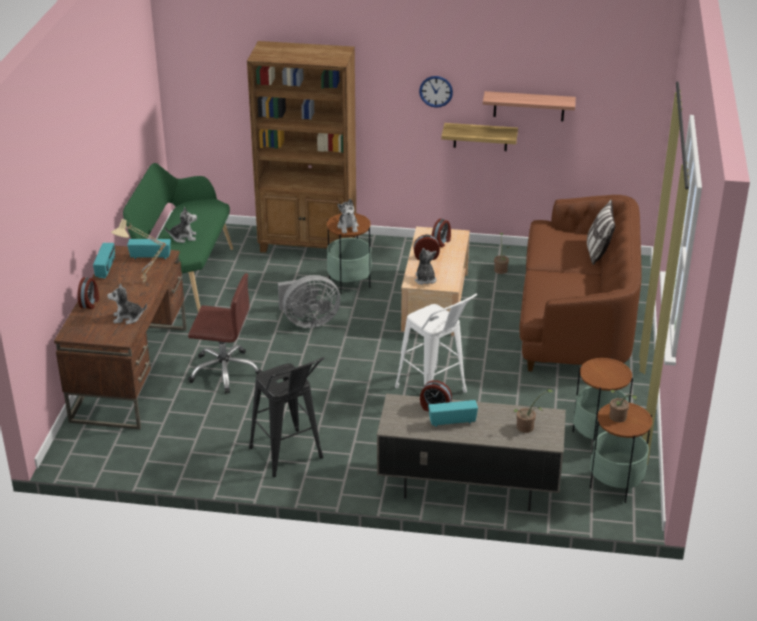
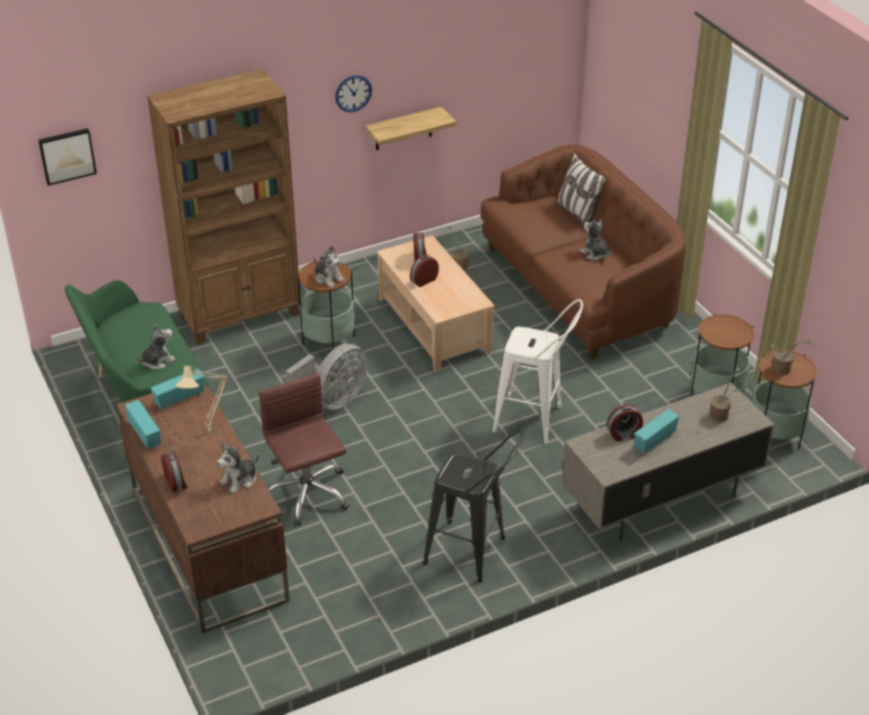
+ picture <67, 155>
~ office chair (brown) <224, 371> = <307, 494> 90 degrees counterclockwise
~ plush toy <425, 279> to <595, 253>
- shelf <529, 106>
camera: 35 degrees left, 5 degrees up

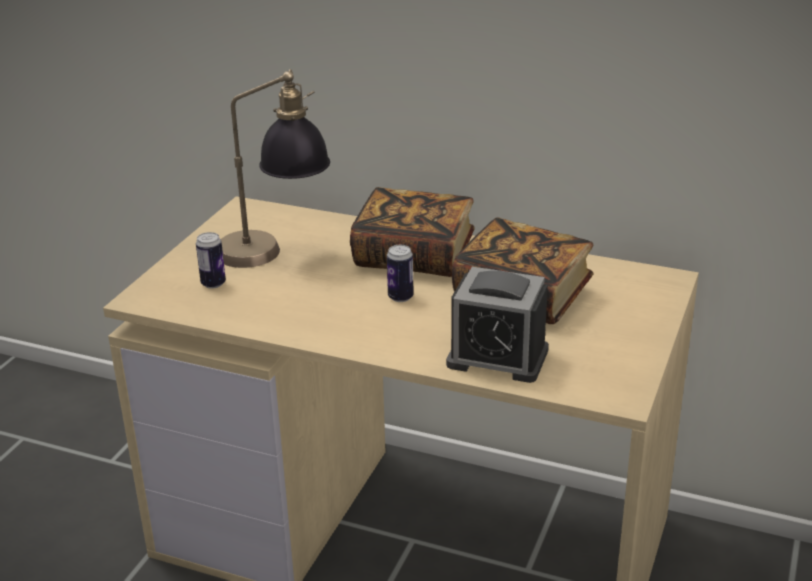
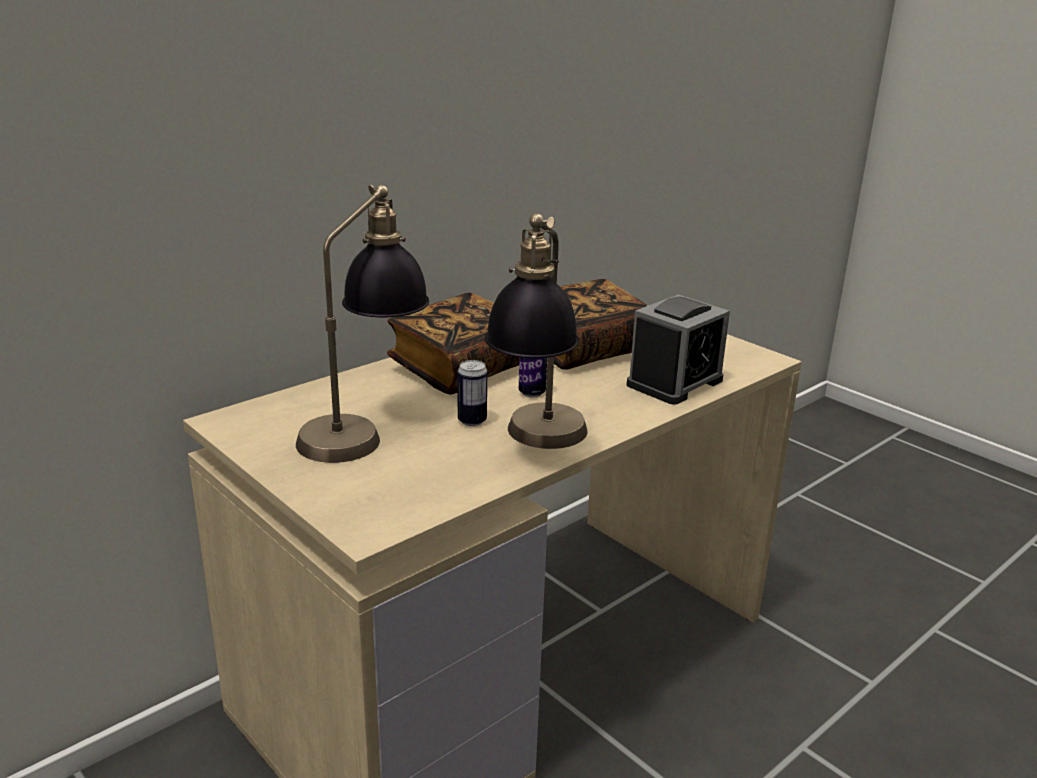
~ can <213, 284> to <472, 421>
+ table lamp <537, 445>
camera: 65 degrees left, 5 degrees down

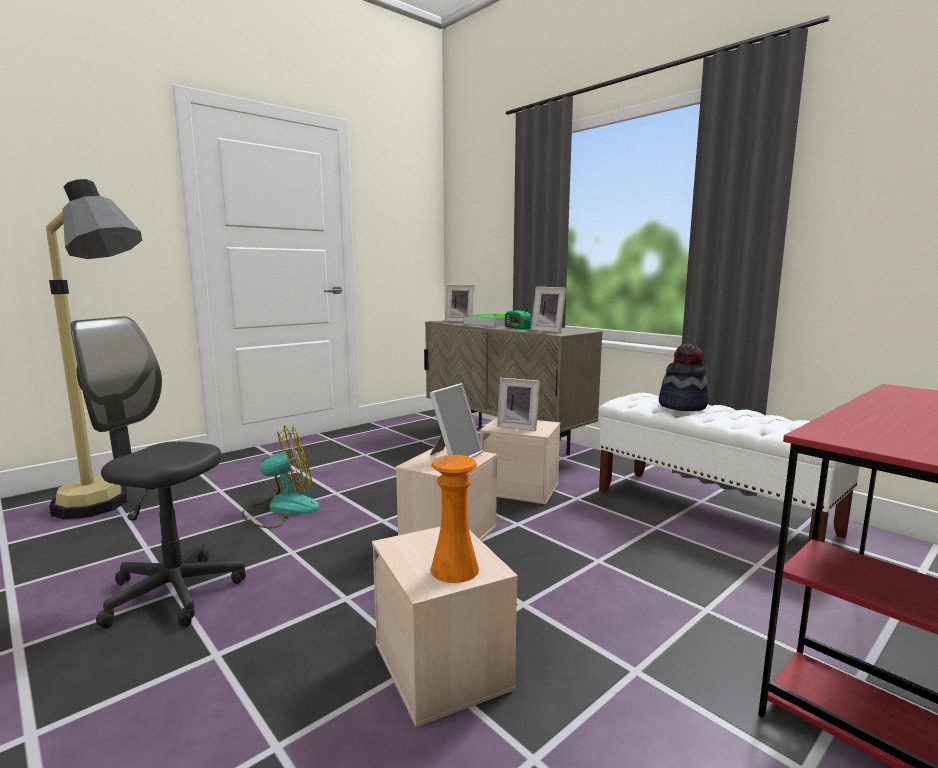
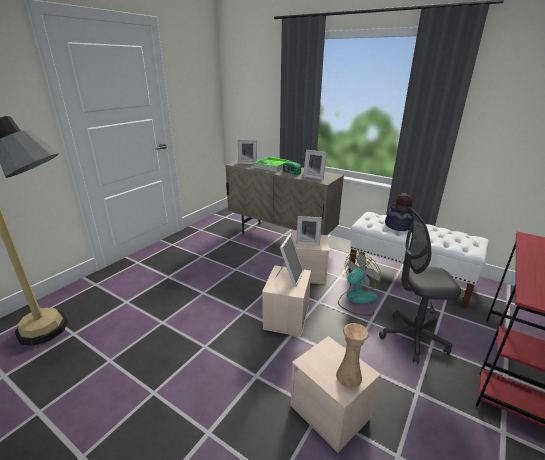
~ vase (orange) <454, 569> to vase (beige) <348, 376>
~ fan <281, 509> to <356, 299>
~ office chair (grey) <173, 593> to <413, 338>
camera: 15 degrees left, 15 degrees up

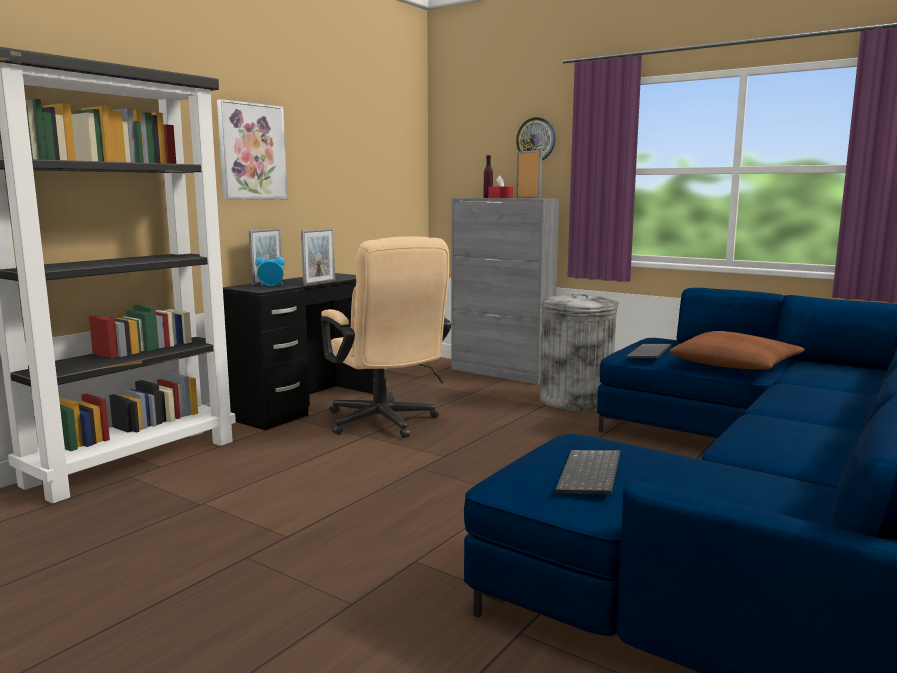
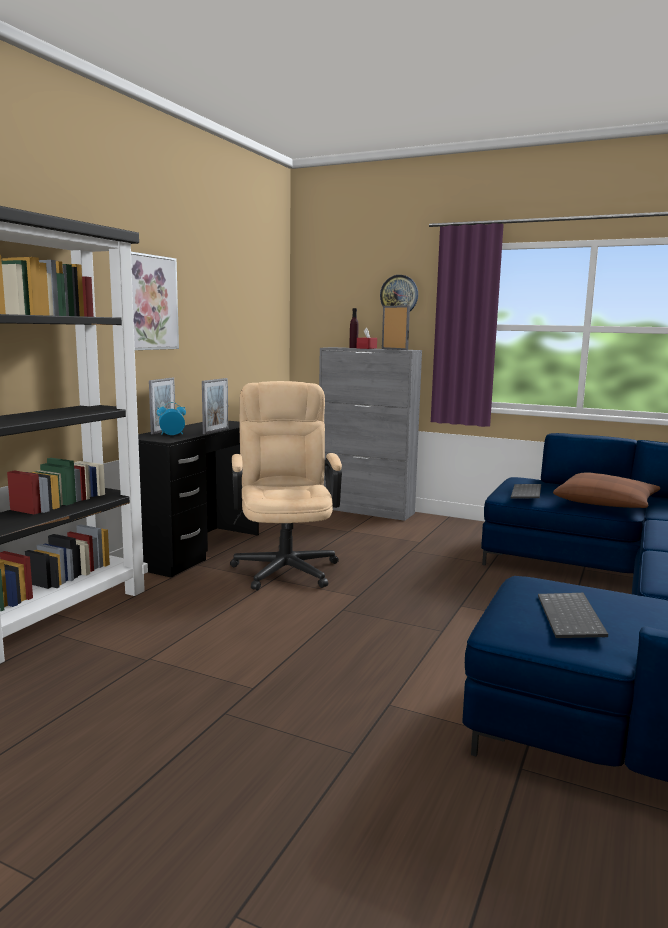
~ office chair (beige) <385, 424> = <285, 566> 150 degrees counterclockwise
- trash can (grey) <576, 400>
camera: 10 degrees left, 0 degrees up

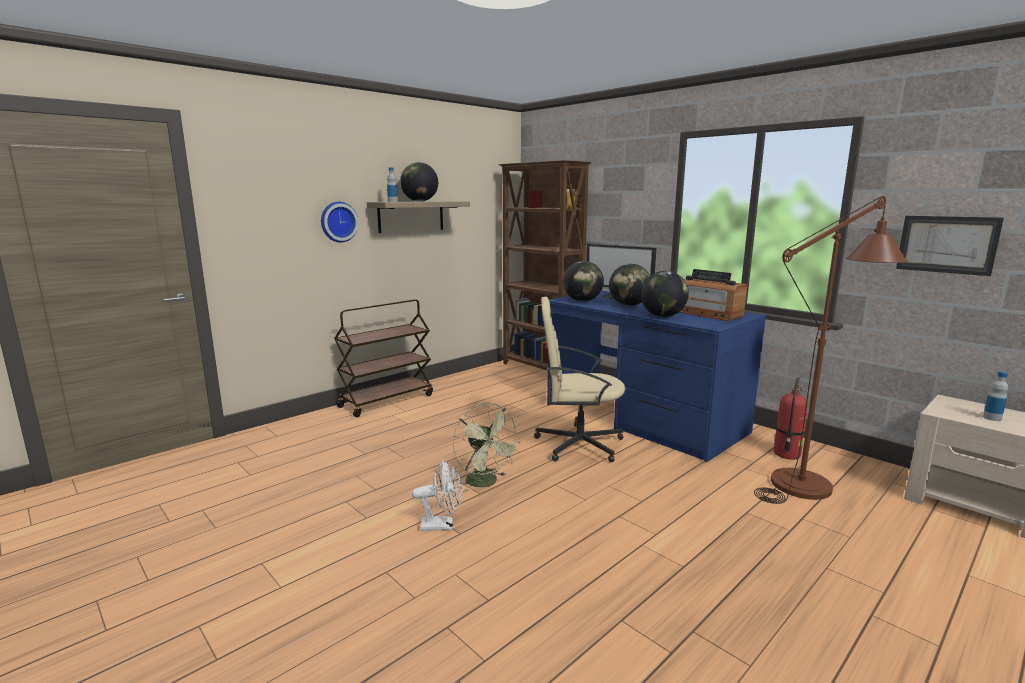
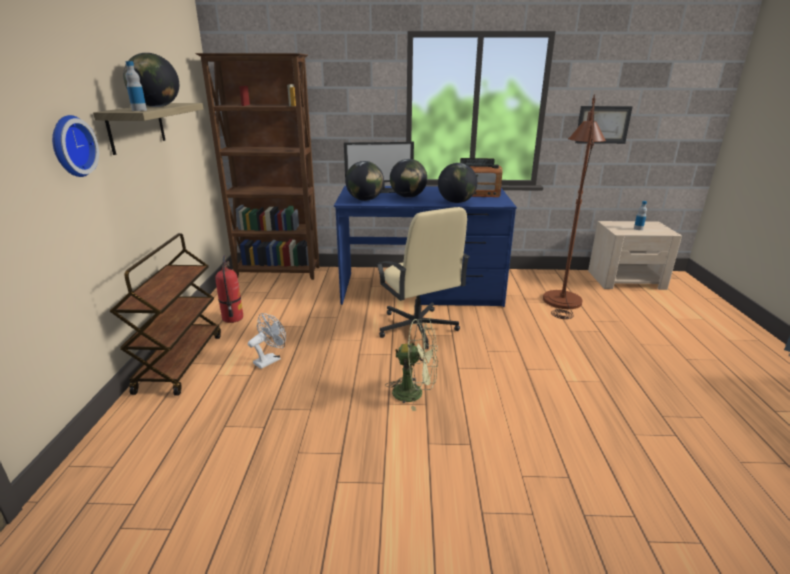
~ fire extinguisher <786, 454> to <232, 318>
~ fan (white) <442, 525> to <270, 360>
~ office chair (beige) <577, 444> = <417, 328> 75 degrees counterclockwise
camera: 45 degrees left, 10 degrees up

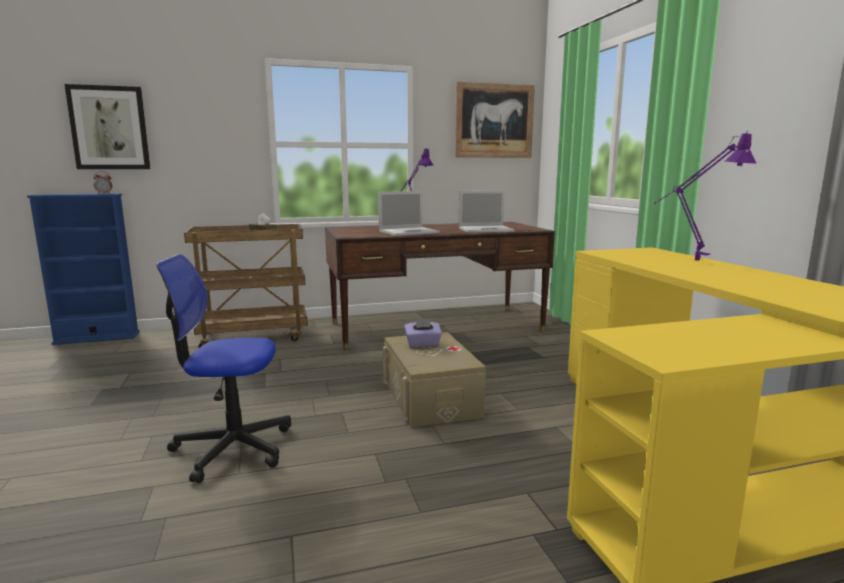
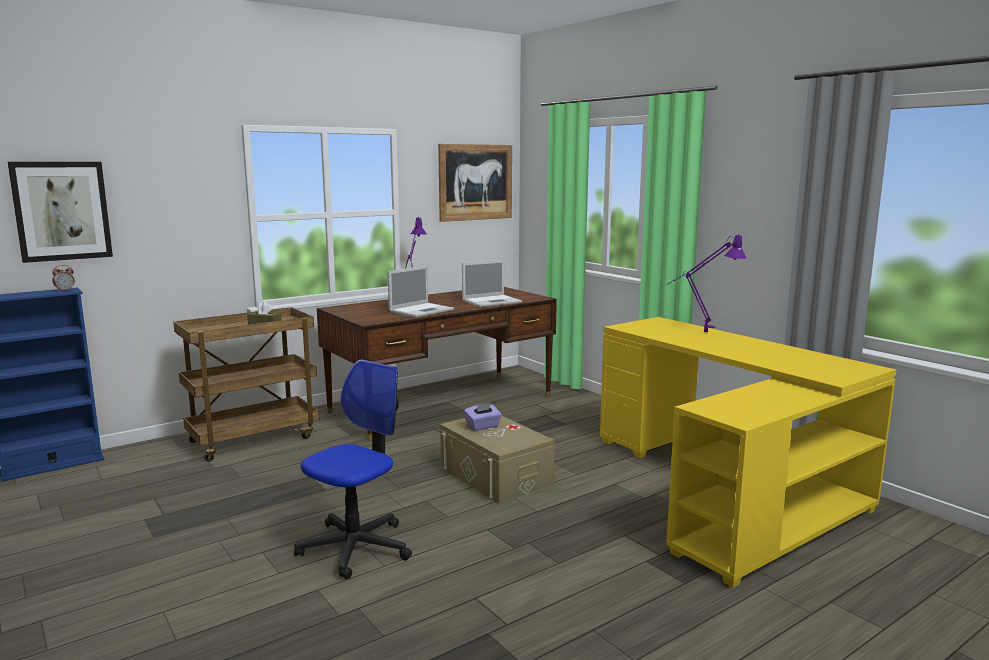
~ office chair <232, 448> = <356, 547> 150 degrees clockwise
camera: 20 degrees left, 0 degrees up

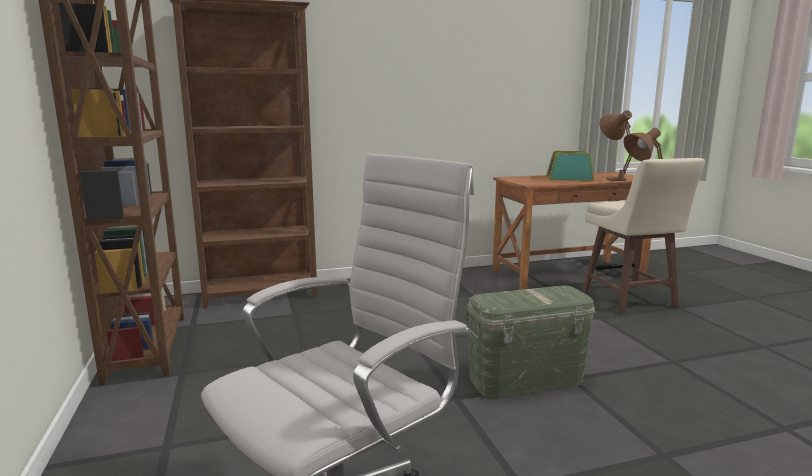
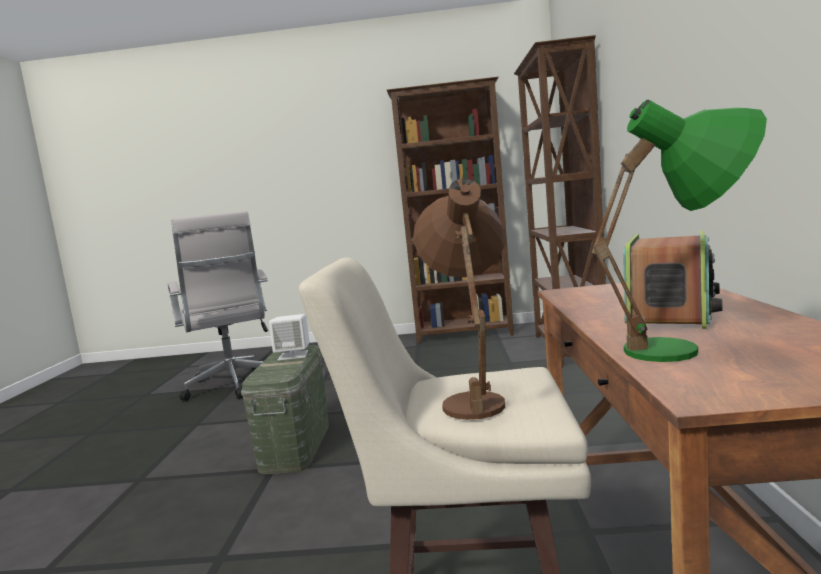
+ speaker (white) <293, 355>
~ table lamp (brown) <612, 178> to table lamp (green) <688, 350>
camera: 110 degrees right, 5 degrees down

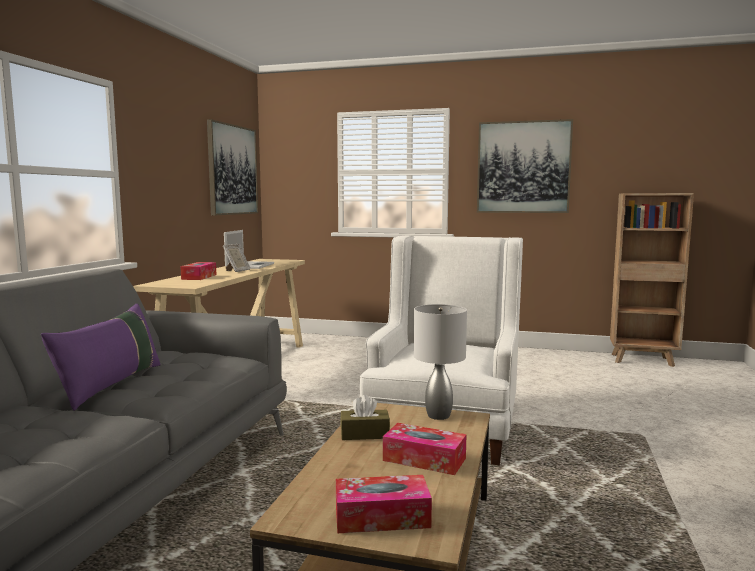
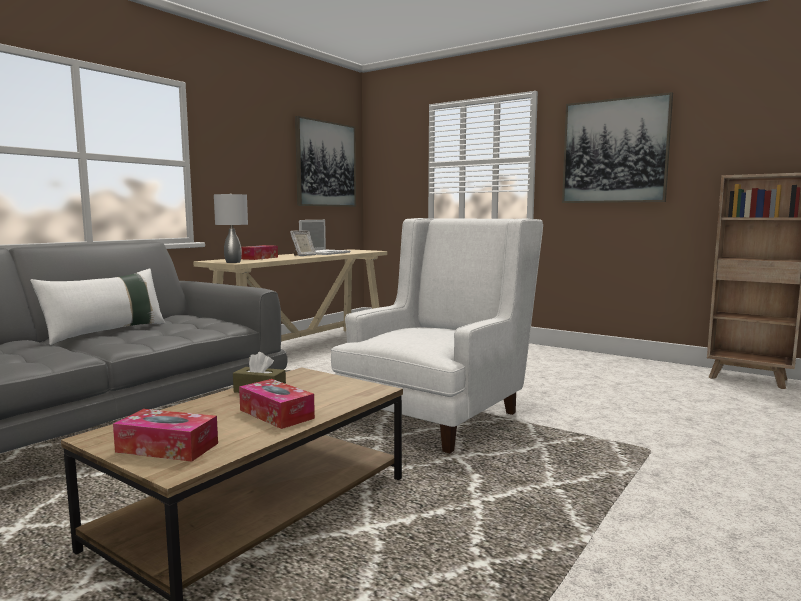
~ pillow (purple) <111, 384> to pillow (white) <107, 332>
~ table lamp (grey) <439, 415> to <233, 262>
camera: 20 degrees right, 0 degrees up

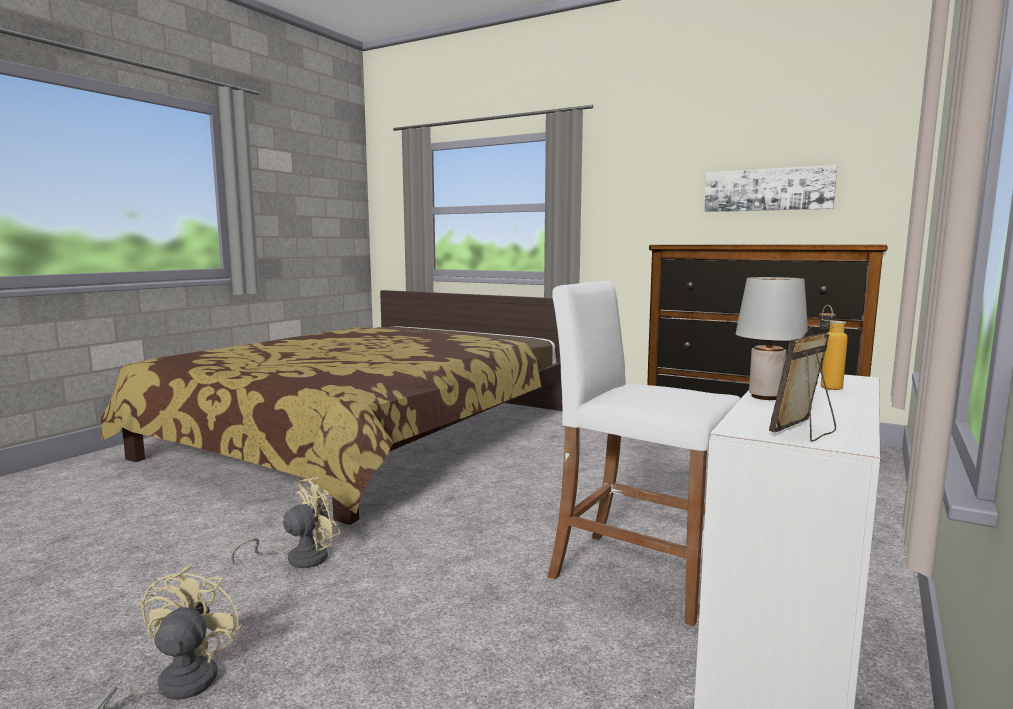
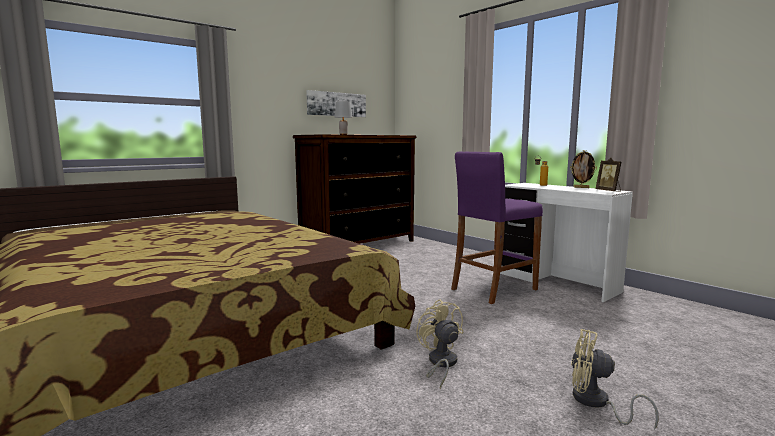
~ table lamp (grey) <766, 396> to <343, 134>
~ stool (white) <637, 574> to stool (purple) <493, 289>
+ picture frame <581, 187>
camera: 70 degrees left, 0 degrees up

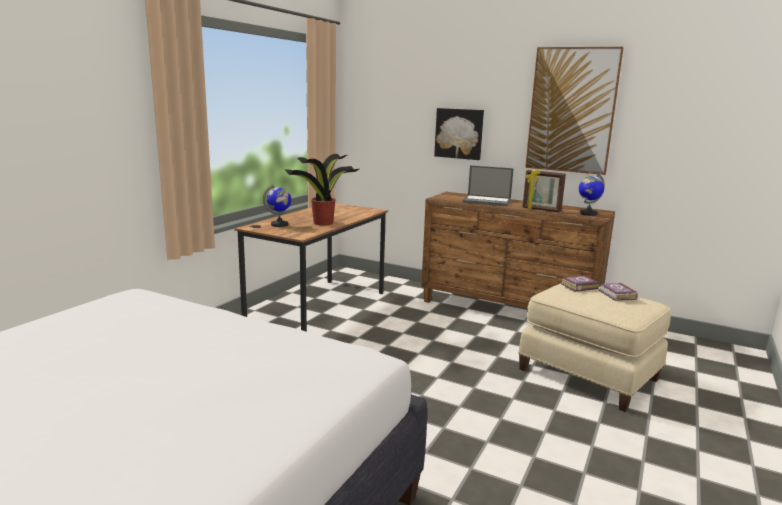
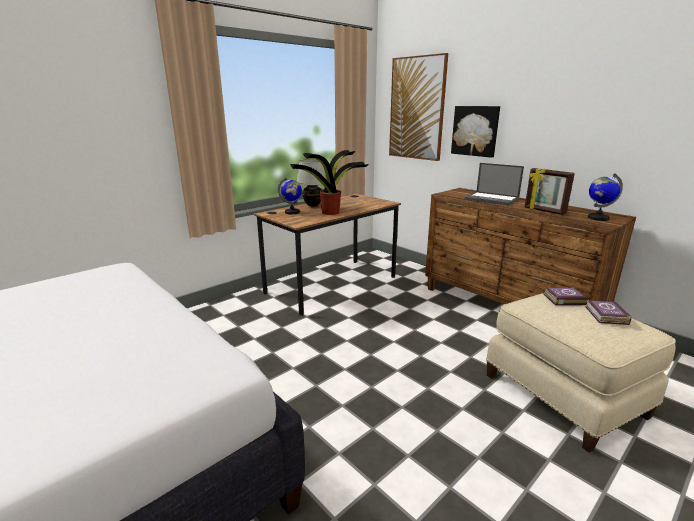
+ table lamp (white) <313, 206>
~ picture <572, 110> to <417, 109>
camera: 20 degrees right, 5 degrees up

